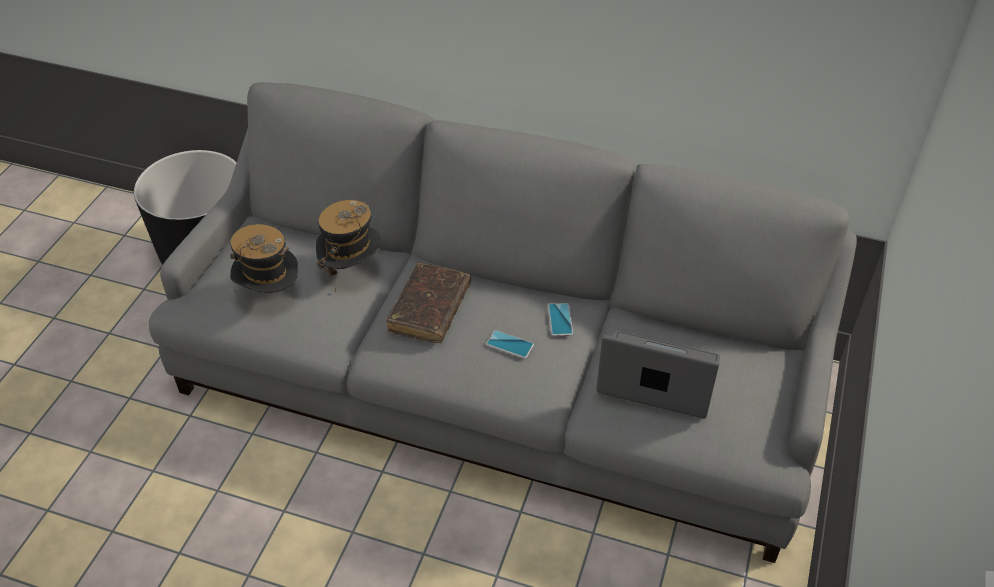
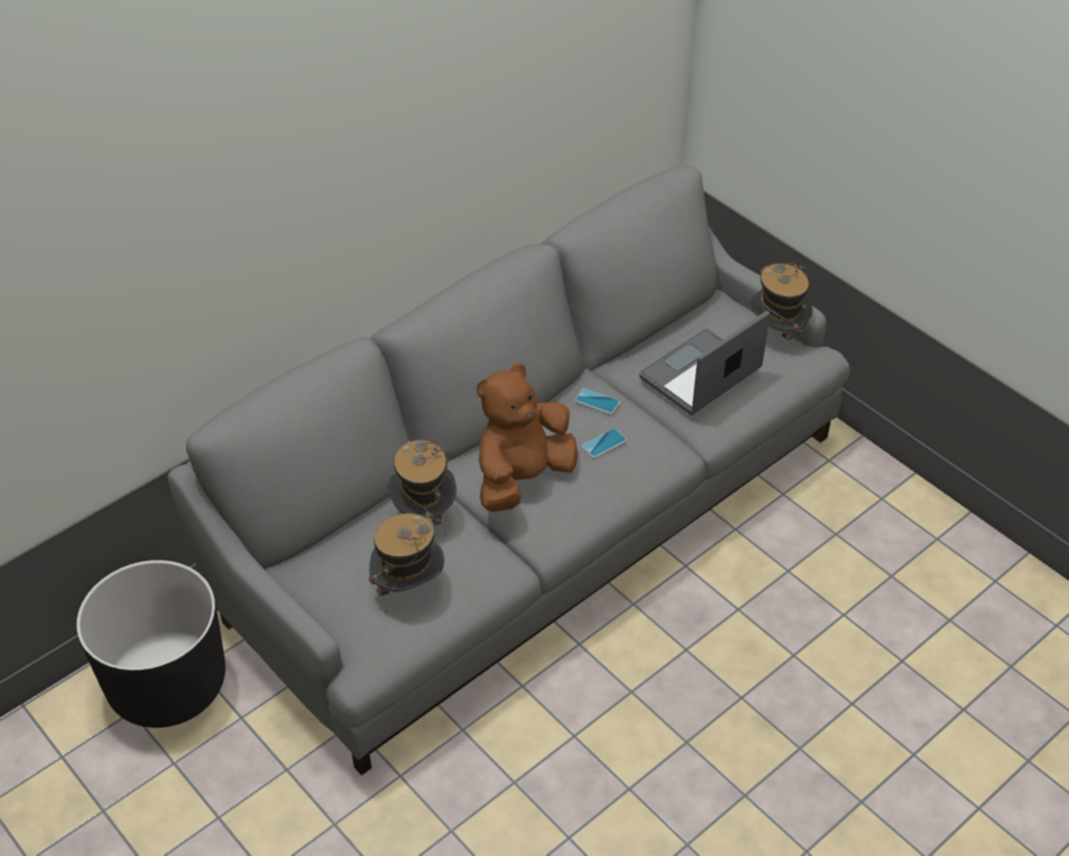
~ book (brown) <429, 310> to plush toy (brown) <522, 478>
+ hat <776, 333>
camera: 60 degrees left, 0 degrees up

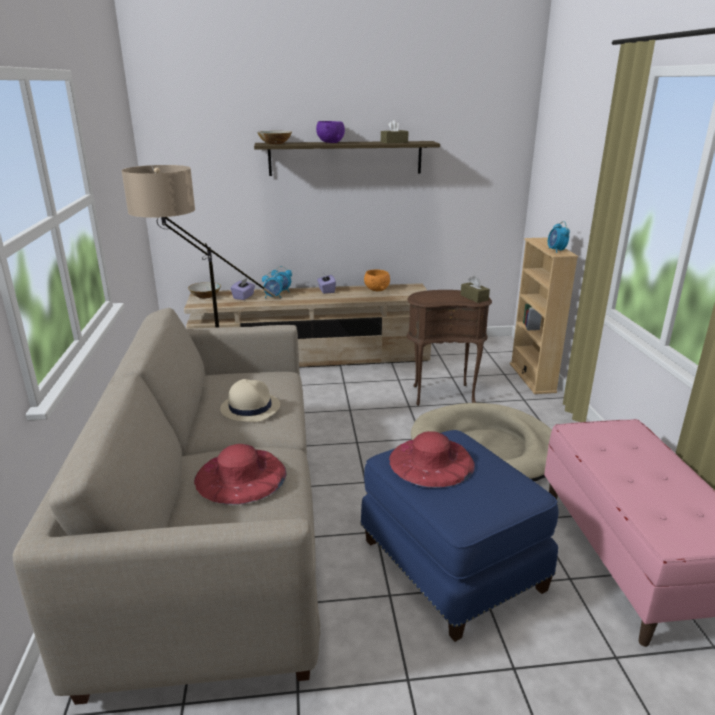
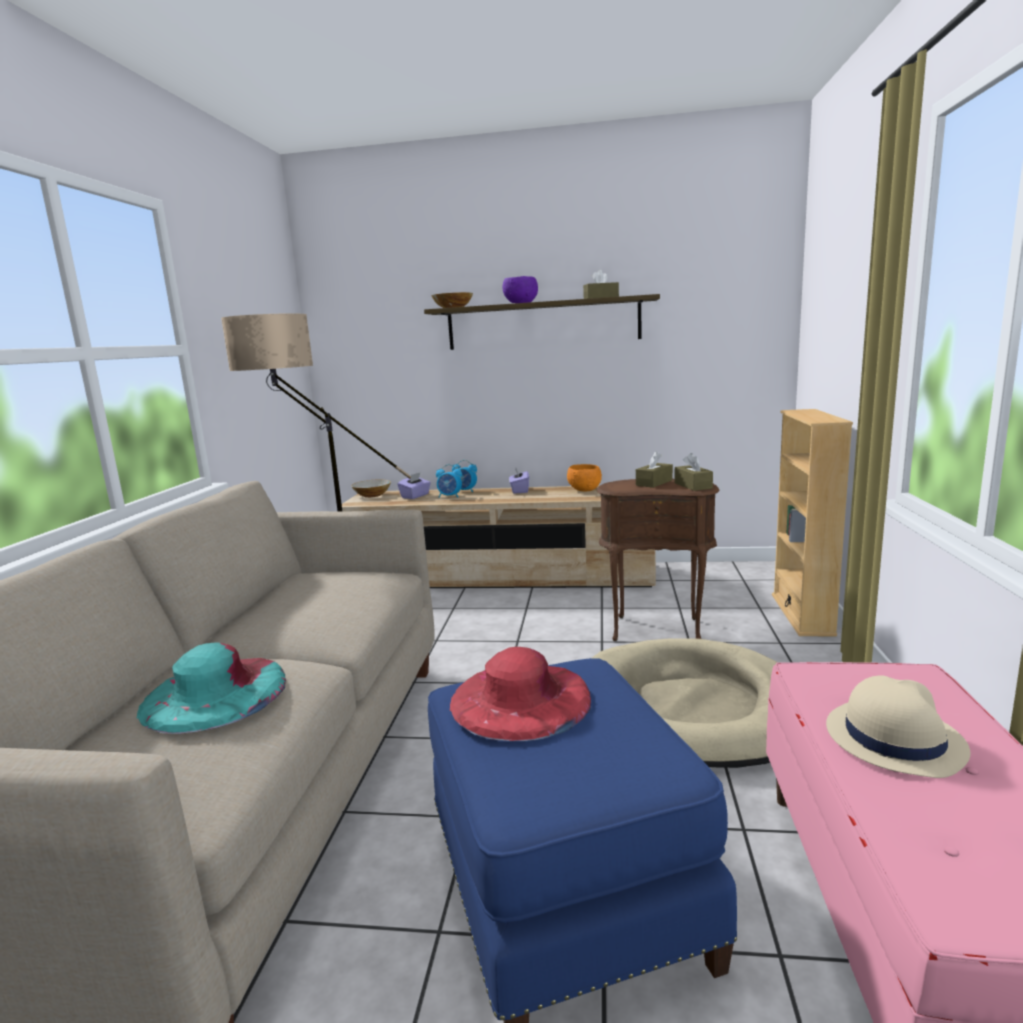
~ hat (red) <240, 475> to hat (turquoise) <215, 693>
+ tissue box (brown) <654, 483>
~ hat (beige) <250, 407> to <893, 738>
- alarm clock <556, 250>
camera: 15 degrees right, 10 degrees down

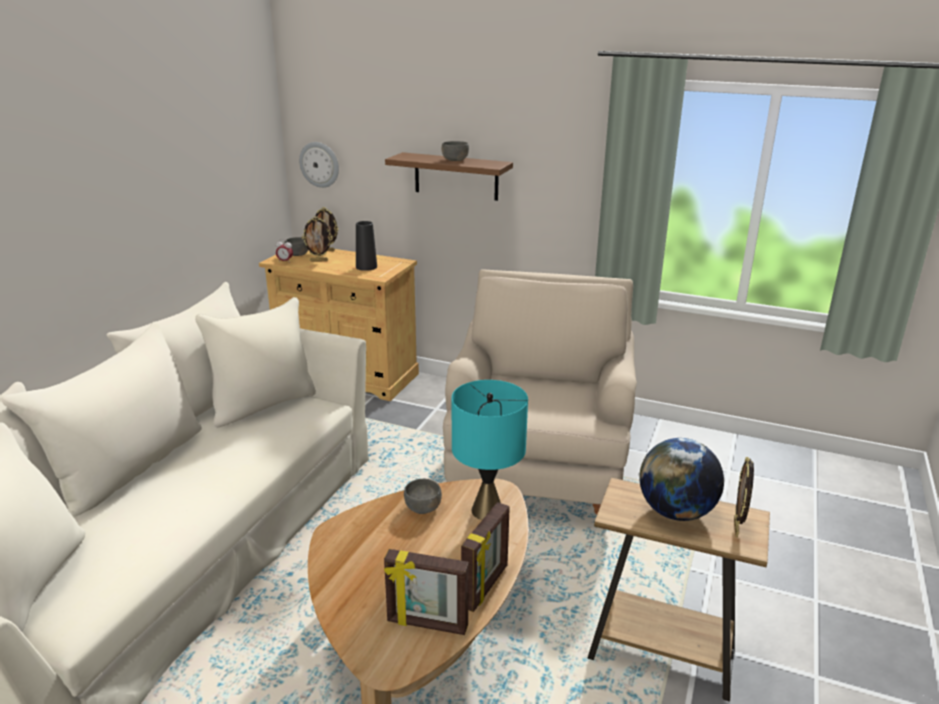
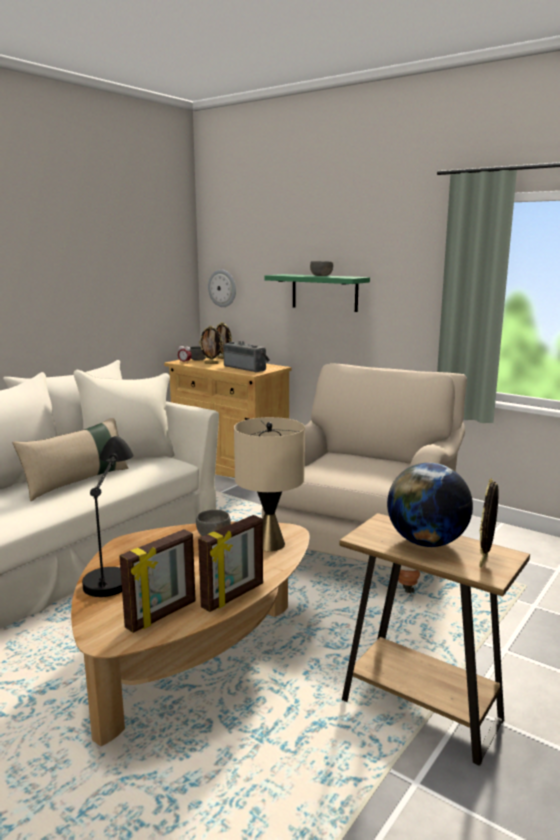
+ pillow (beige) <77, 482>
+ table lamp (black) <113, 564>
~ picture frame <427, 625> = <162, 615> 75 degrees counterclockwise
~ vase (black) <366, 267> to radio <246, 368>
~ table lamp (turquoise) <487, 511> to table lamp (beige) <269, 544>
~ shelf (brown) <456, 176> to shelf (green) <324, 292>
camera: 15 degrees right, 10 degrees down

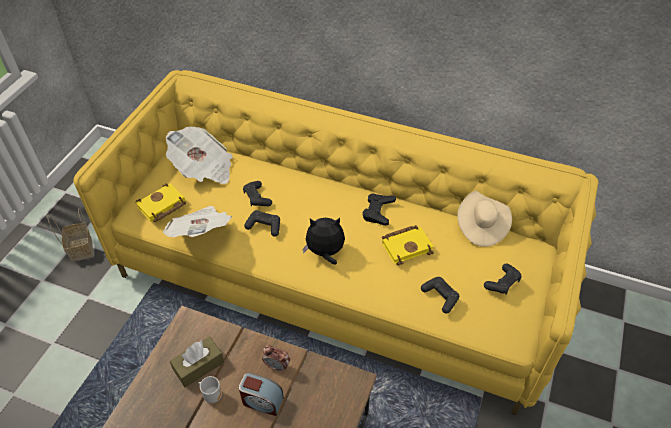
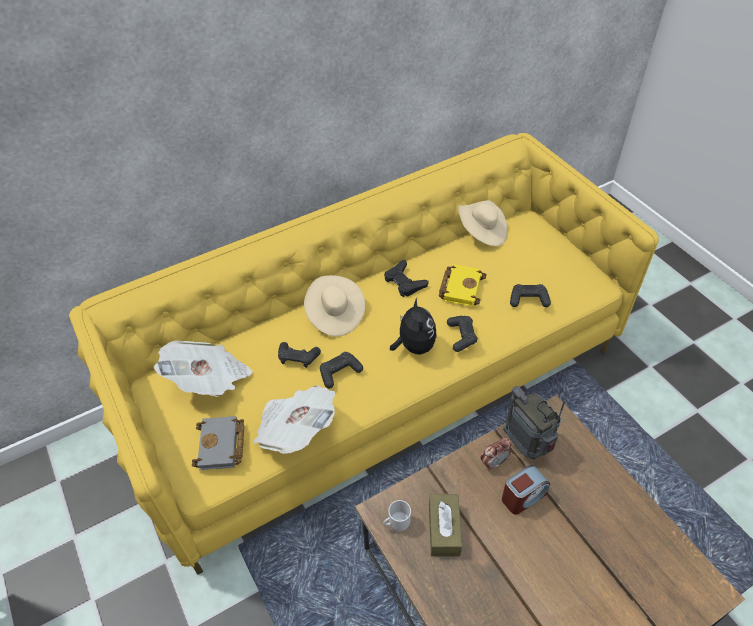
~ book (yellow) <161, 207> to book (grey) <222, 446>
+ hat (beige) <335, 315>
~ mug <212, 395> to <397, 523>
~ plush toy <325, 253> = <414, 346> 135 degrees clockwise
~ game controller (black) <502, 283> to <461, 336>
+ radio <527, 445>
- basket <80, 248>
camera: 50 degrees left, 0 degrees up

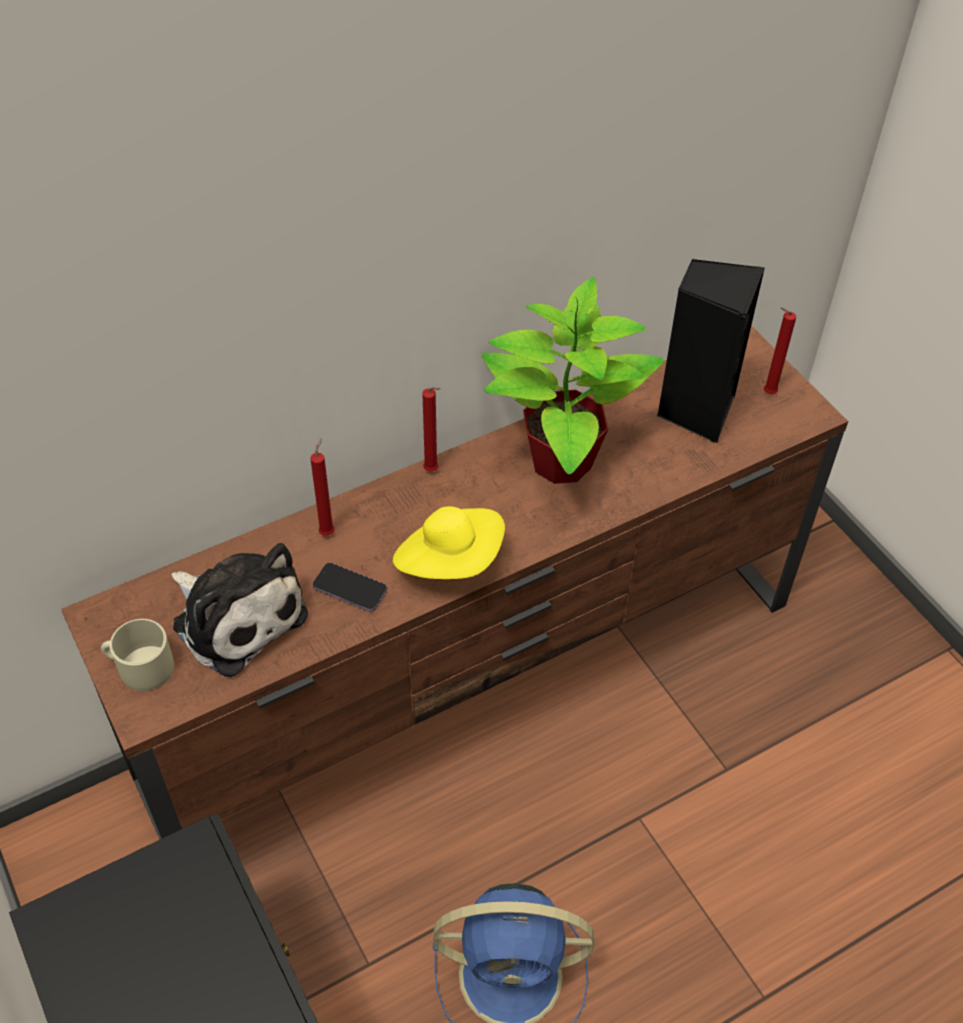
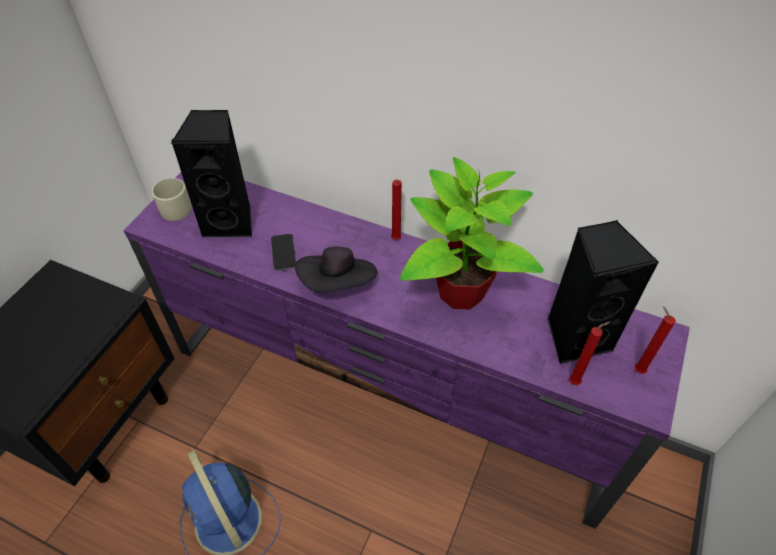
~ tv stand (brown) <480, 688> to tv stand (purple) <390, 394>
~ plush toy <236, 616> to speaker (black) <231, 221>
~ hat (yellow) <450, 561> to hat (black) <338, 284>
~ candle (red) <328, 531> to <576, 382>
camera: 55 degrees right, 0 degrees up

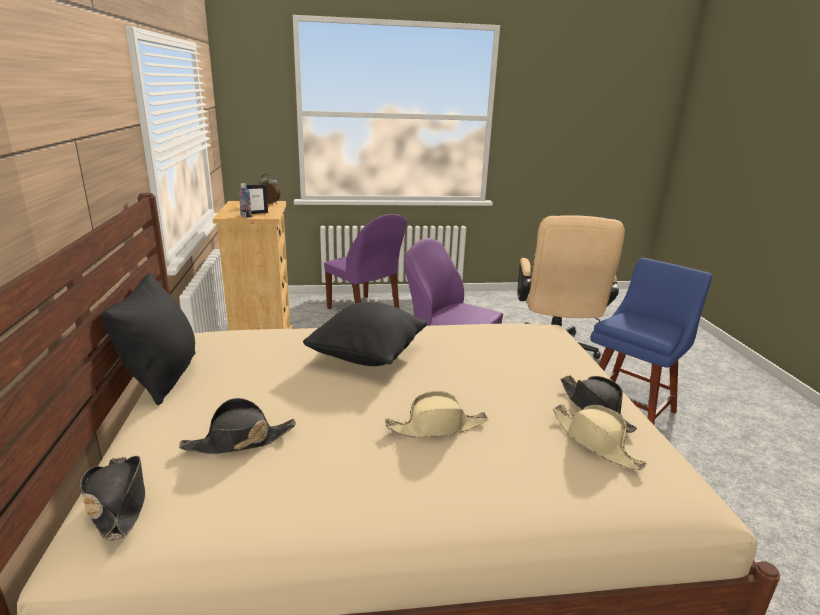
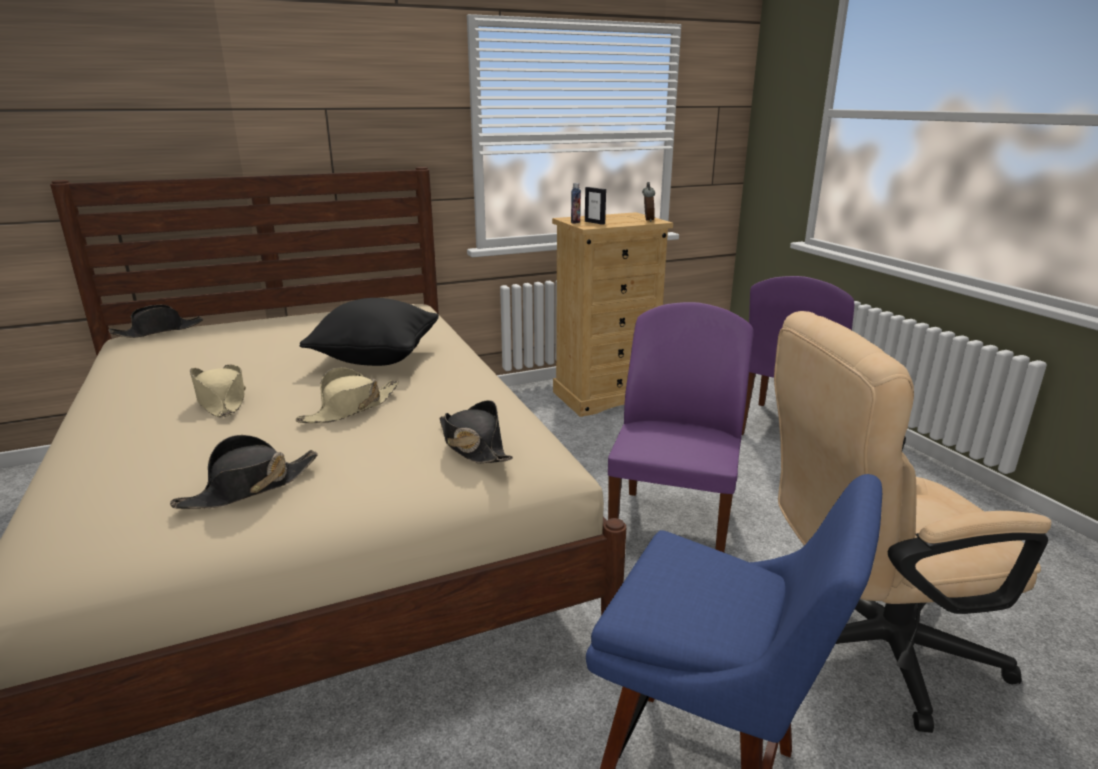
~ hat (beige) <595, 442> to <350, 409>
~ hat (black) <239, 441> to <473, 446>
- pillow (black) <163, 377>
camera: 75 degrees right, 0 degrees up

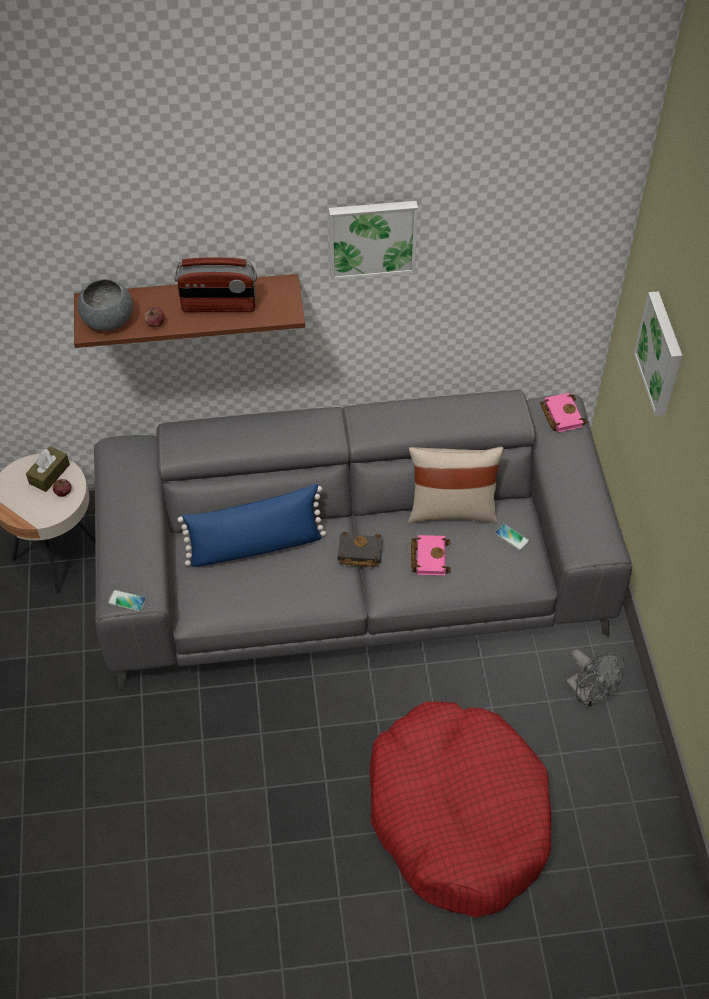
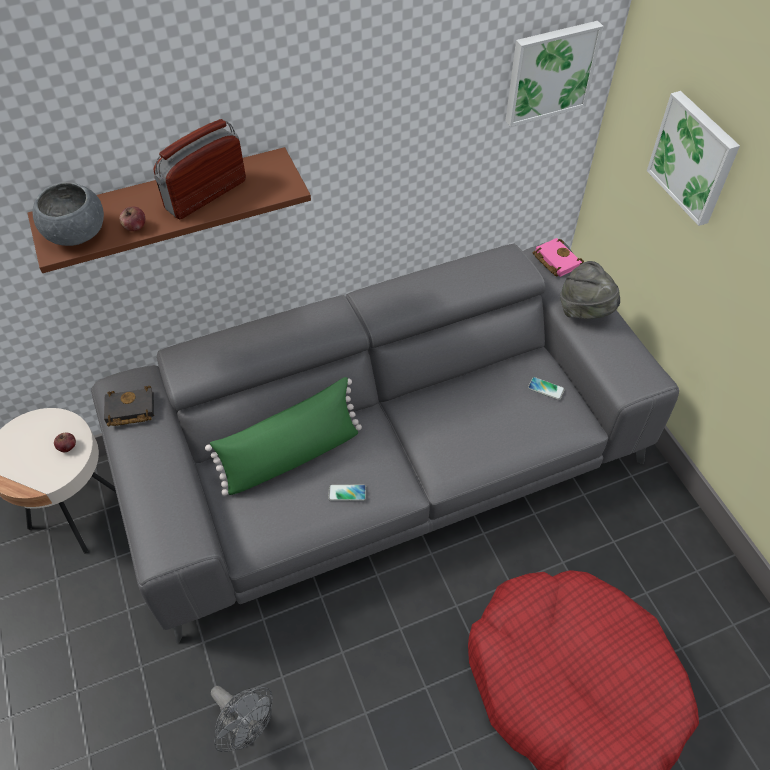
~ book (black) <358, 553> to <129, 410>
~ radio <219, 306> = <205, 195> 150 degrees clockwise
~ pillow (blue) <255, 545> to pillow (green) <292, 456>
~ fan (grey) <588, 695> to <246, 727>
~ phone <127, 601> to <347, 493>
~ picture <372, 237> to <550, 72>
+ hat (grey) <585, 311>
- tissue box (brown) <49, 474>
- pillow (beige) <451, 510>
- book (pink) <428, 556>
camera: 15 degrees left, 0 degrees up

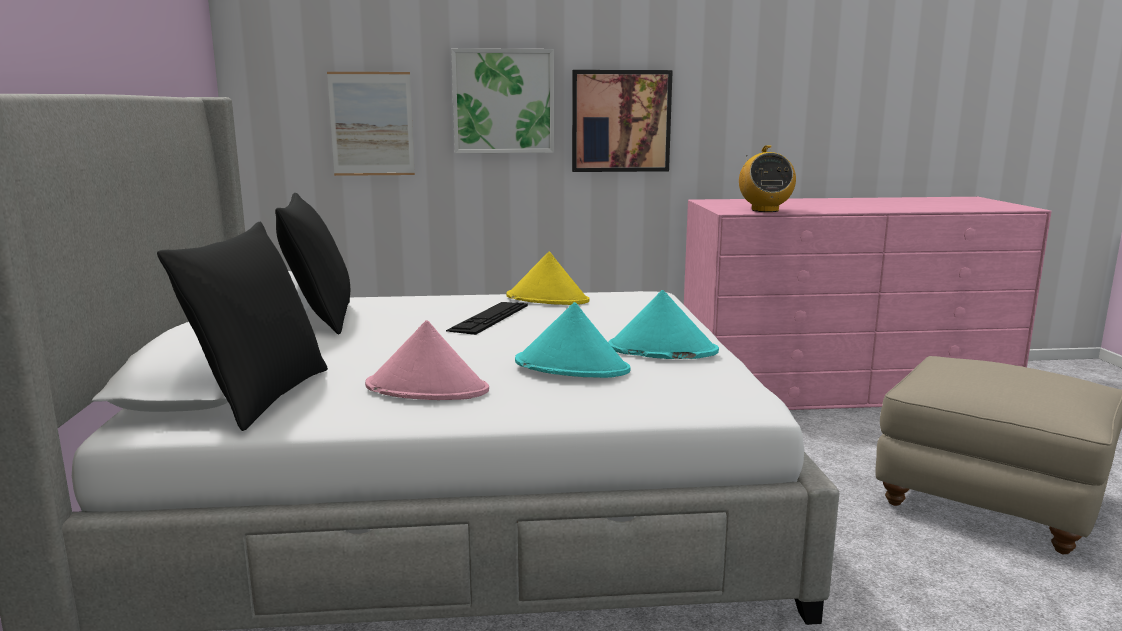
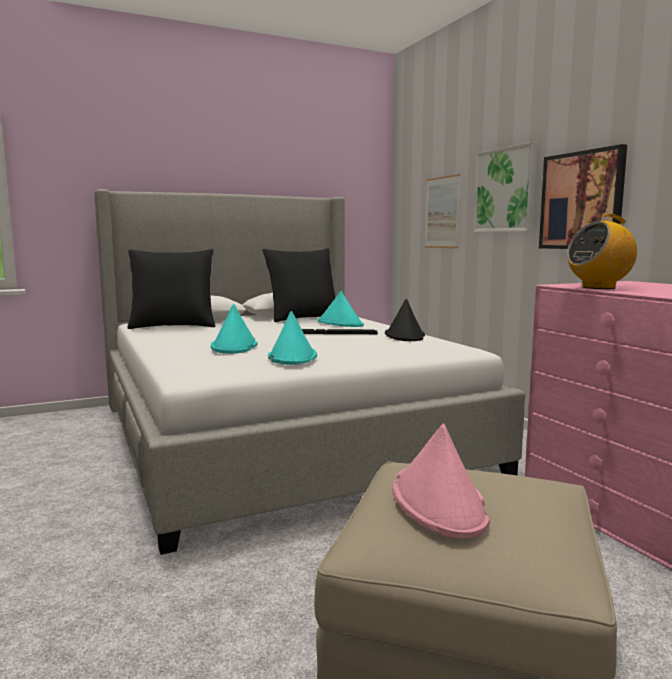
+ hat (turquoise) <340, 323>
~ hat (yellow) <548, 299> to hat (black) <405, 335>
~ hat (pink) <427, 388> to <439, 502>
camera: 70 degrees right, 5 degrees down

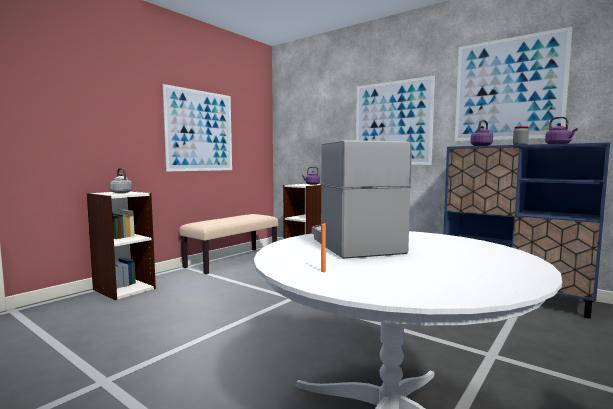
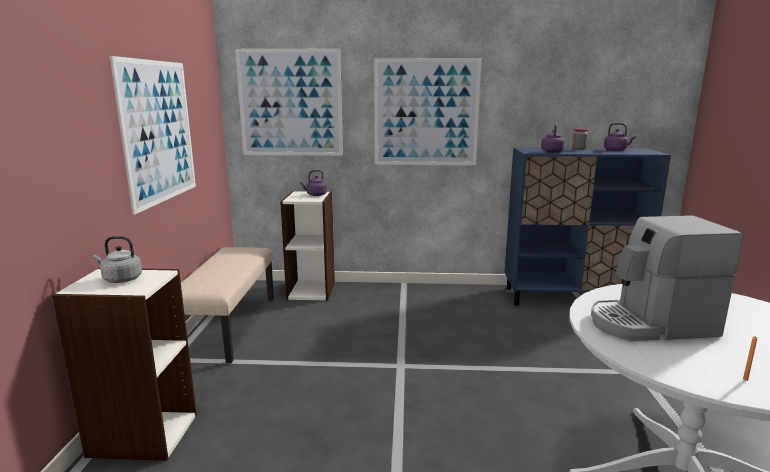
~ picture <508, 89> to <290, 103>
~ coffee machine <353, 244> = <650, 324> 45 degrees counterclockwise
camera: 35 degrees left, 10 degrees up

